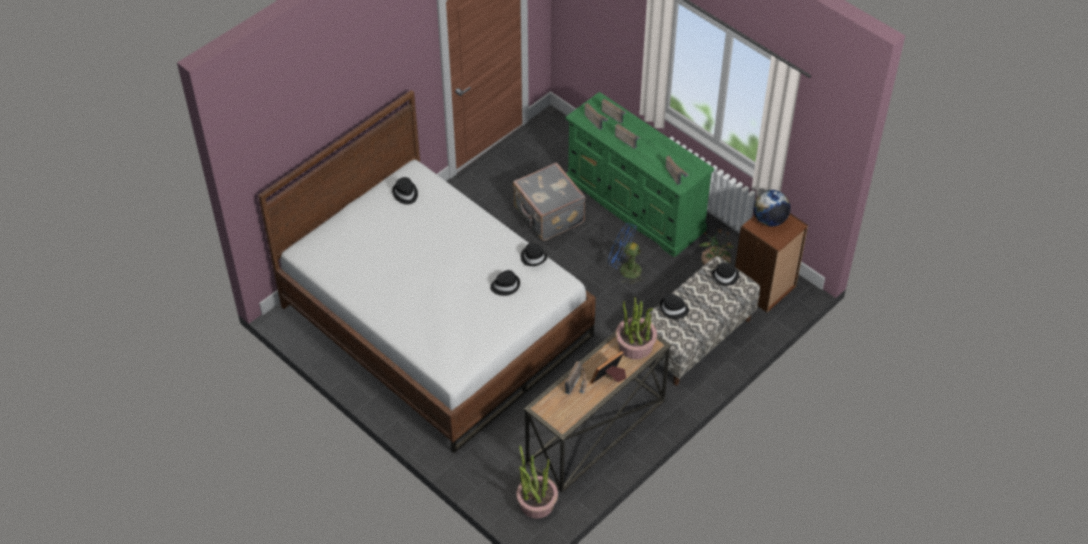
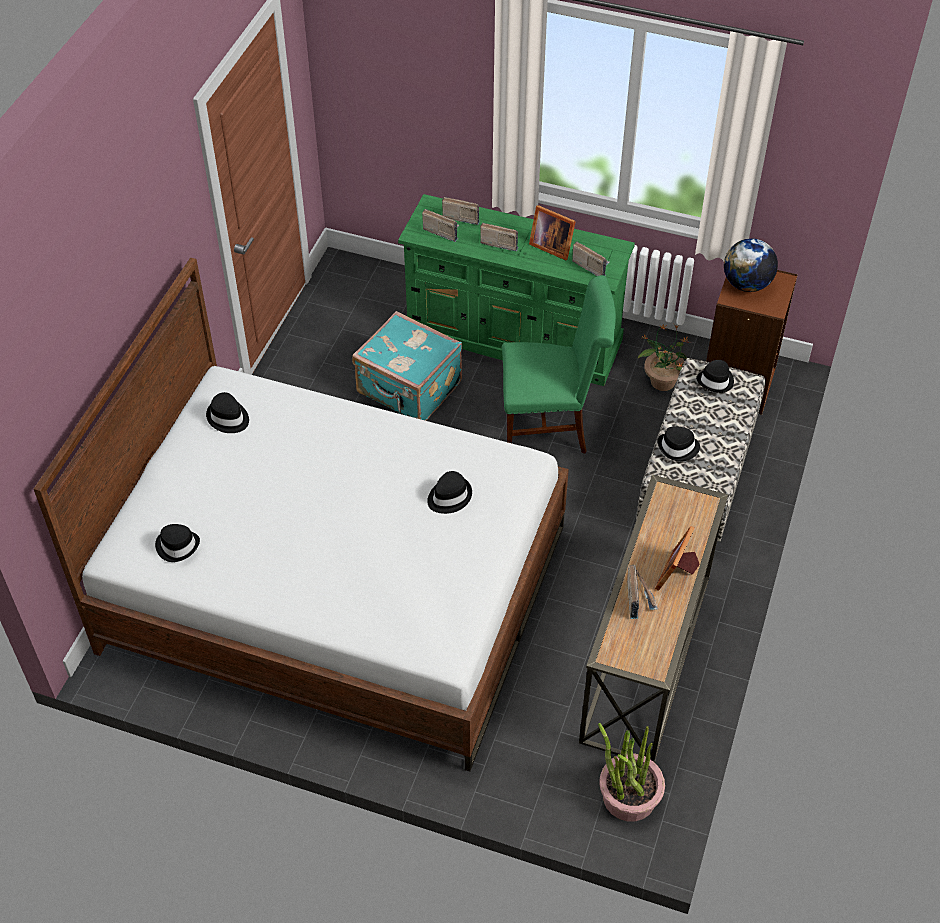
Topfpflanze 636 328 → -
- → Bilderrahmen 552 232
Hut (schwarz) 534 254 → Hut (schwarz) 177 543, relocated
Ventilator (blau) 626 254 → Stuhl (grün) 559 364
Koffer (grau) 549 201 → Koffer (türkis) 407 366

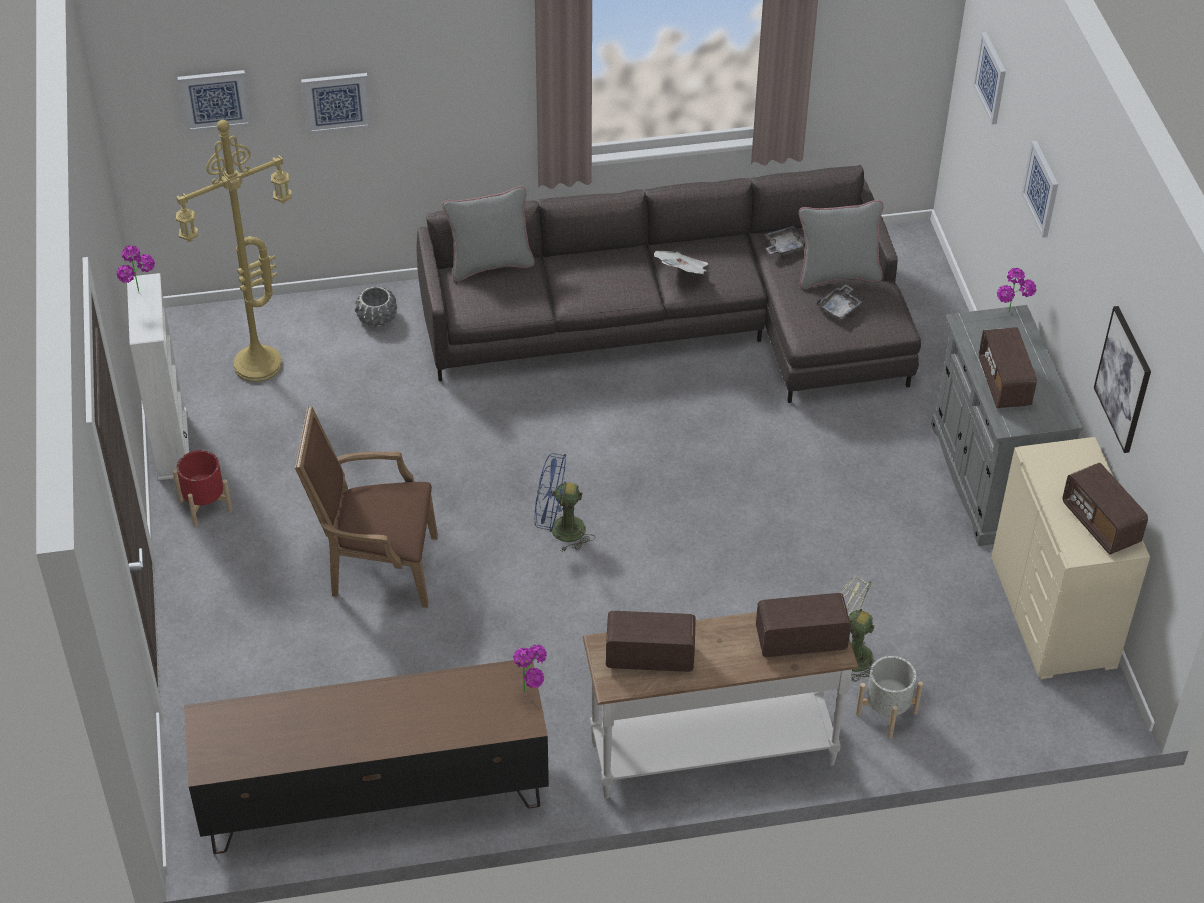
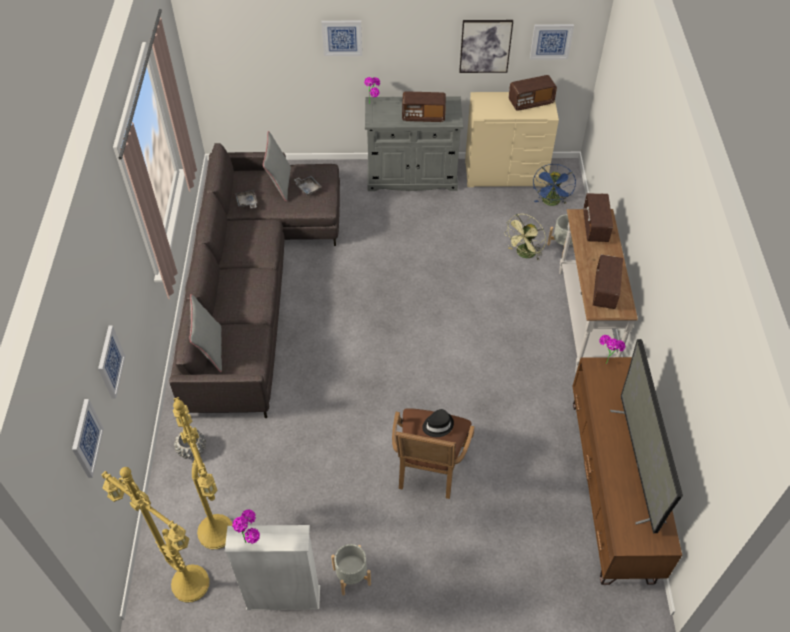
Zeitung 681 262 → -
- → Stehlampe (gelb) 155 534
- → Hut (schwarz) 438 423
- → Fernseher 646 436
Ventilator (blau) 565 502 → Ventilator (blau) 554 185, relocated
Bild 989 78 → Bild 552 42, relocated
Pflanzkübel (rot) 202 488 → Pflanzkübel (grau) 351 570

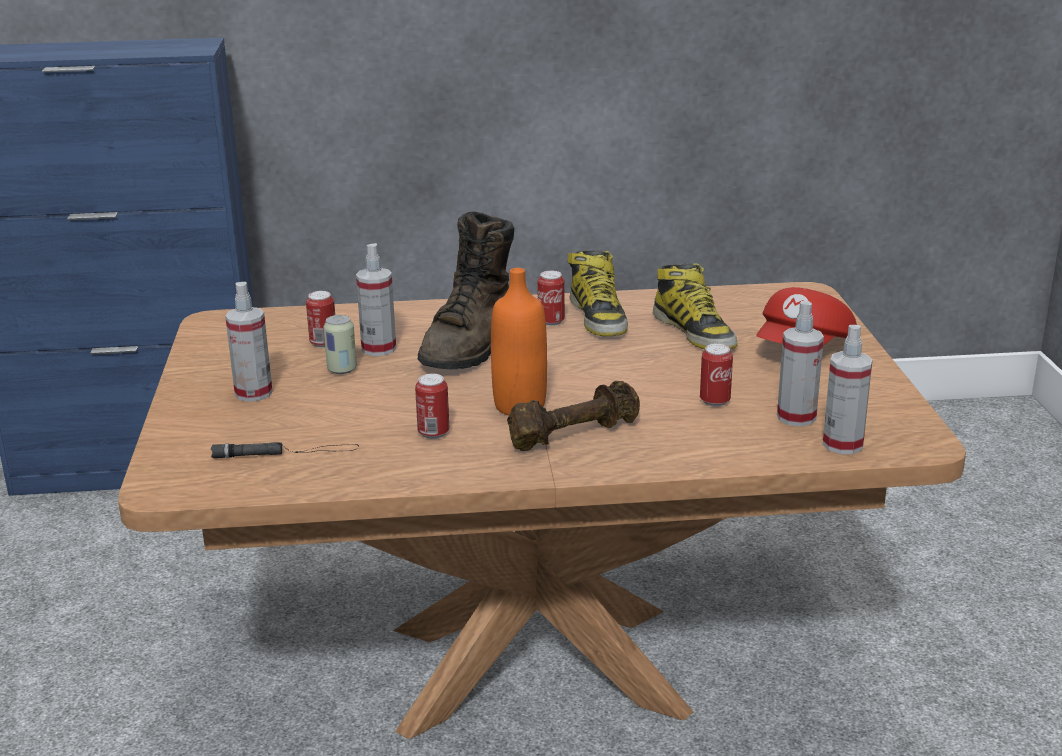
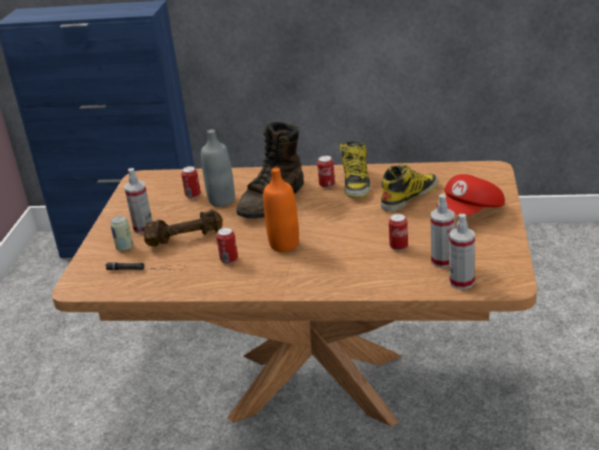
Dose 340 344 → Dose 121 233, relocated
Hantel (braun) 573 416 → Hantel (braun) 183 228, relocated
Sprühflasche 376 299 → Flasche (grau) 218 168
Stiefel 695 306 → Stiefel 409 188, 120 degrees counterclockwise

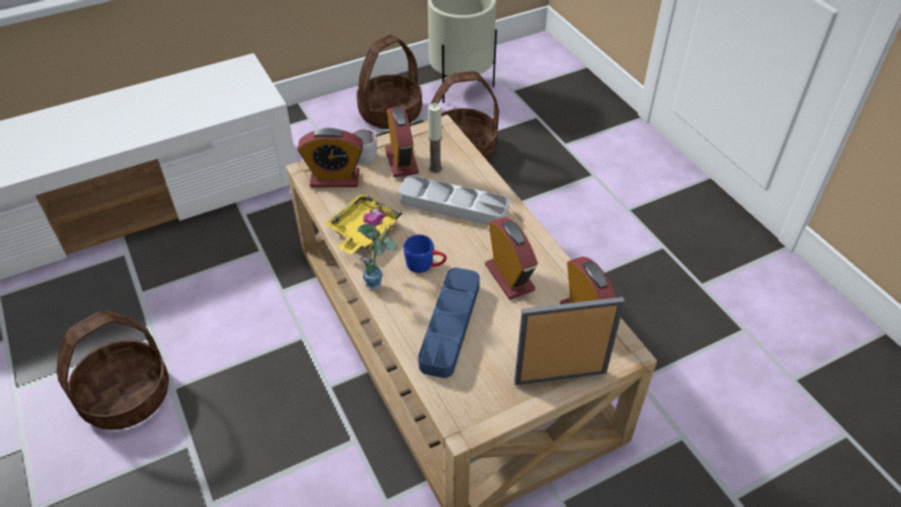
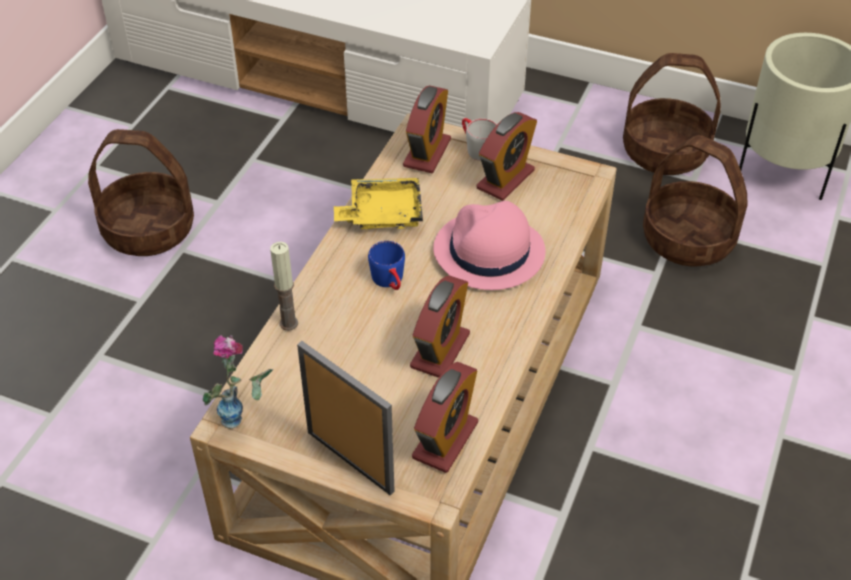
Tablett (blau) 449 323 → -
Vase 377 250 → Vase 238 381, relocated
Kerze 435 138 → Kerze 284 286, relocated
Tablett (grau) 454 200 → Hut (rosa) 489 245
Wecker 330 157 → Wecker 427 129, 120 degrees counterclockwise

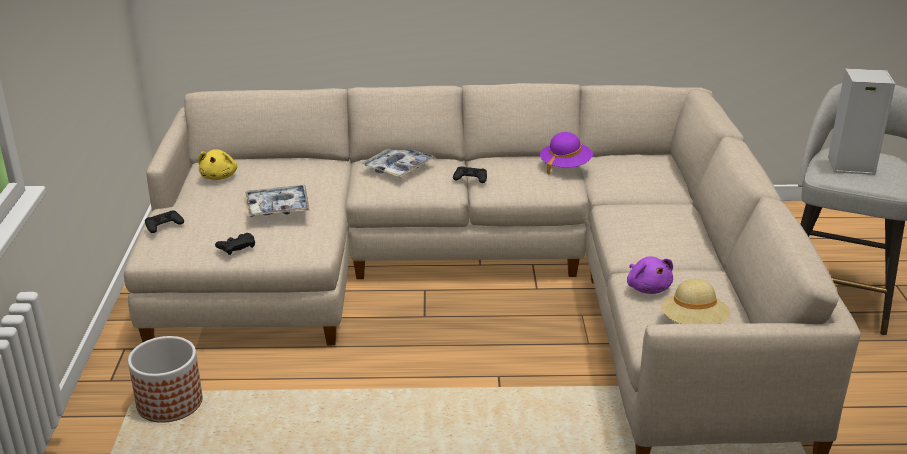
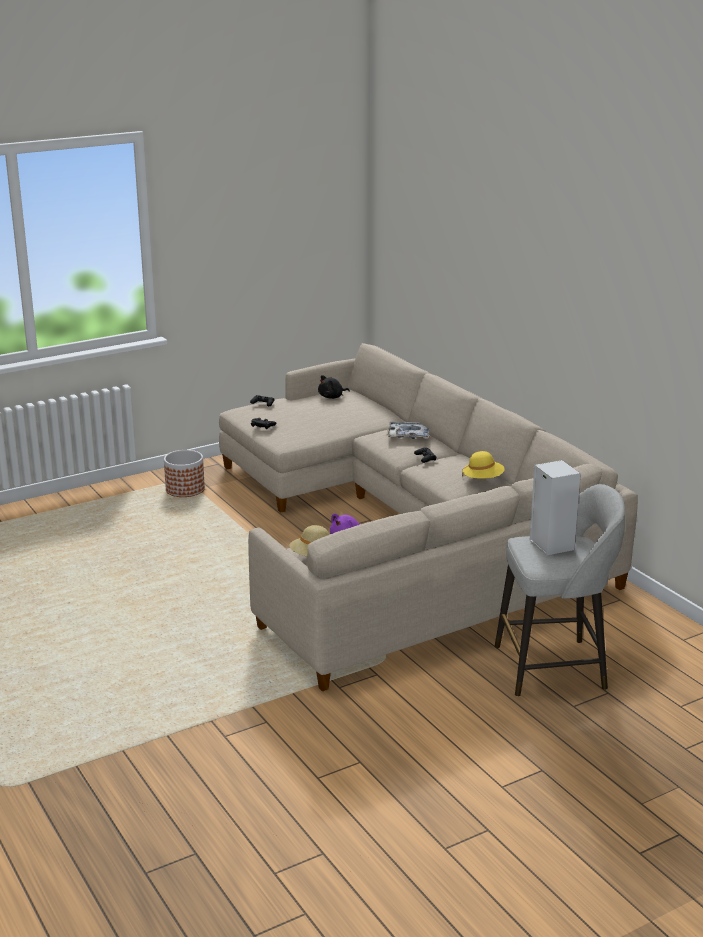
Tablett 278 201 → -
Plüschtier (gelb) 217 164 → Plüschtier (schwarz) 334 387
Hut (lila) 566 153 → Hut (gelb) 483 465

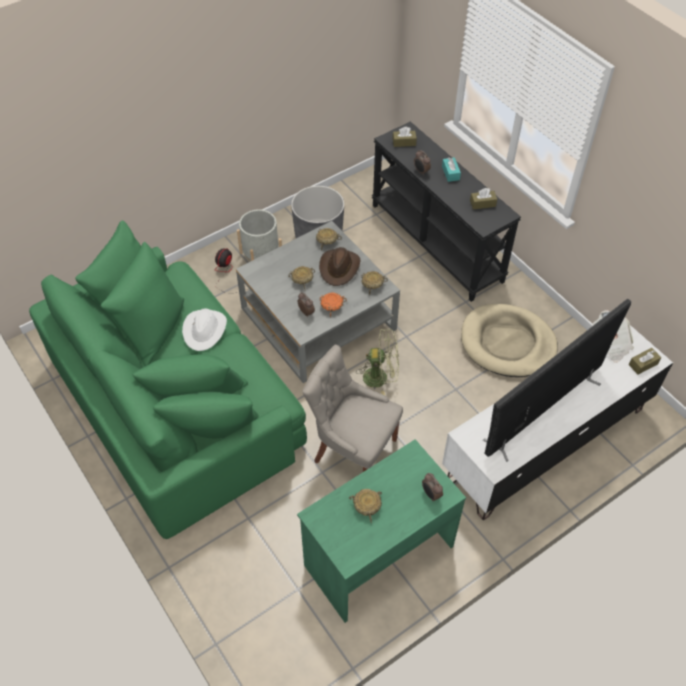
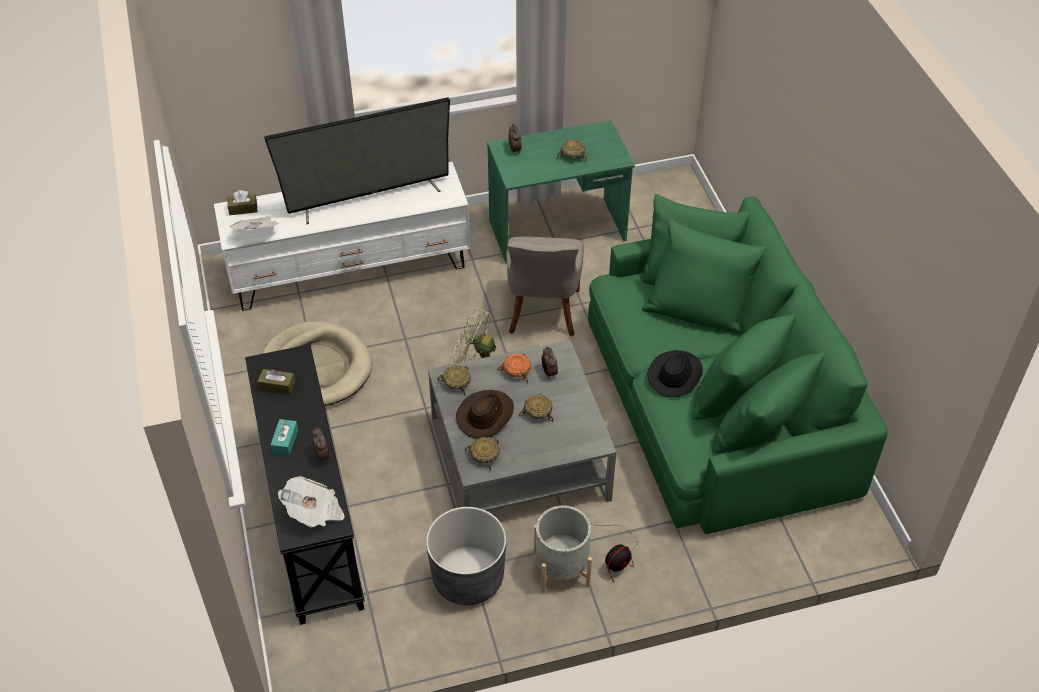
Taschentuchbox (braun) 405 137 → Zeitung 311 502
Hut (weiß) 204 330 → Hut (schwarz) 675 373
Stuhl (grau) 353 408 → Stuhl (grau) 545 287, 45 degrees clockwise

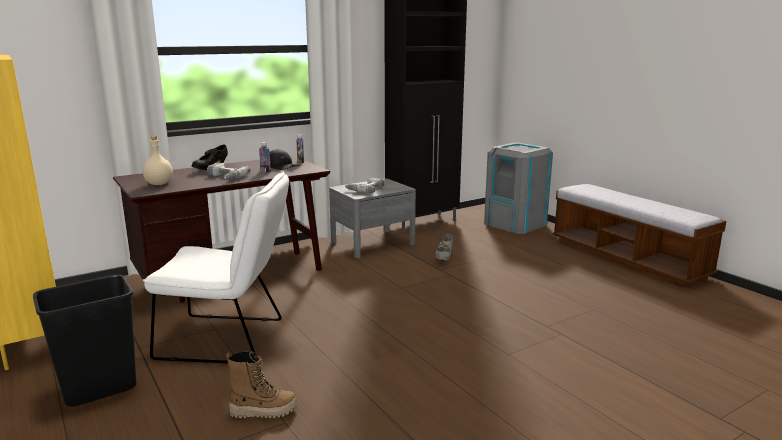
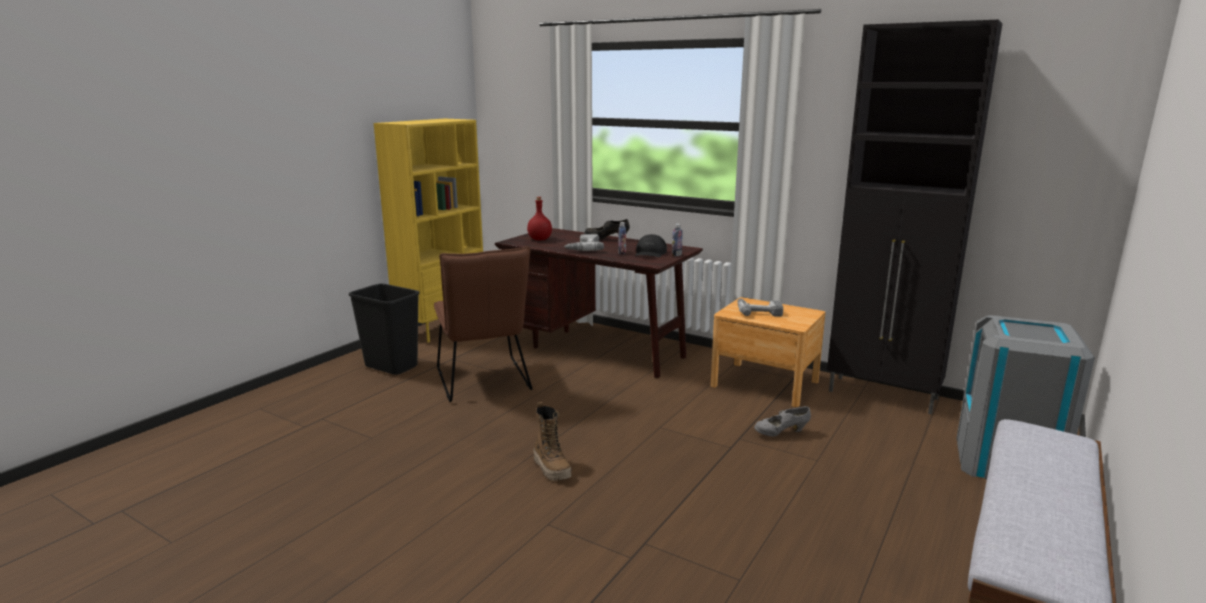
Stiefel 261 384 → Stiefel 552 441, relocated
Flasche (beige) 158 160 → Flasche (rot) 539 219
Stuhl (weiß) 216 267 → Stuhl (braun) 483 324
Nachttisch (grau) 372 218 → Nachttisch (braun) 768 352

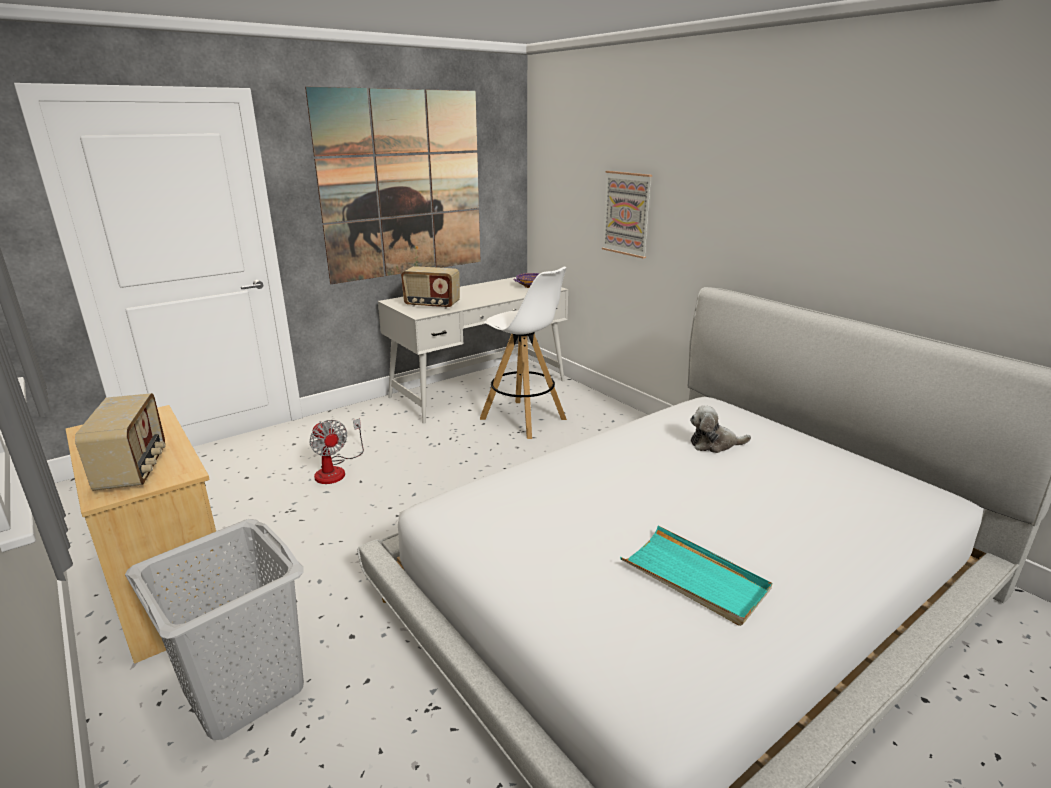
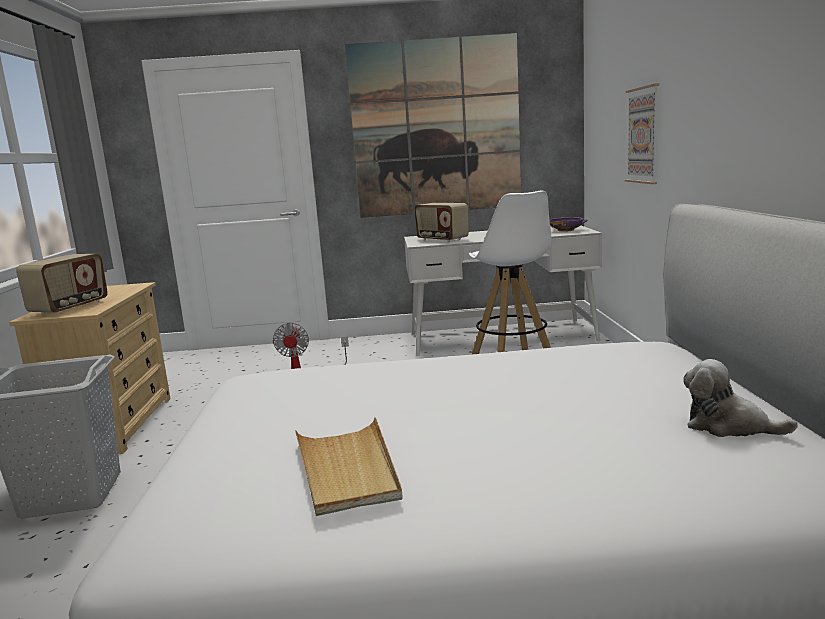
Plüschtier 720 429 → Plüschtier 740 398, relocated
Tablett (türkis) 696 575 → Tablett (beige) 349 466

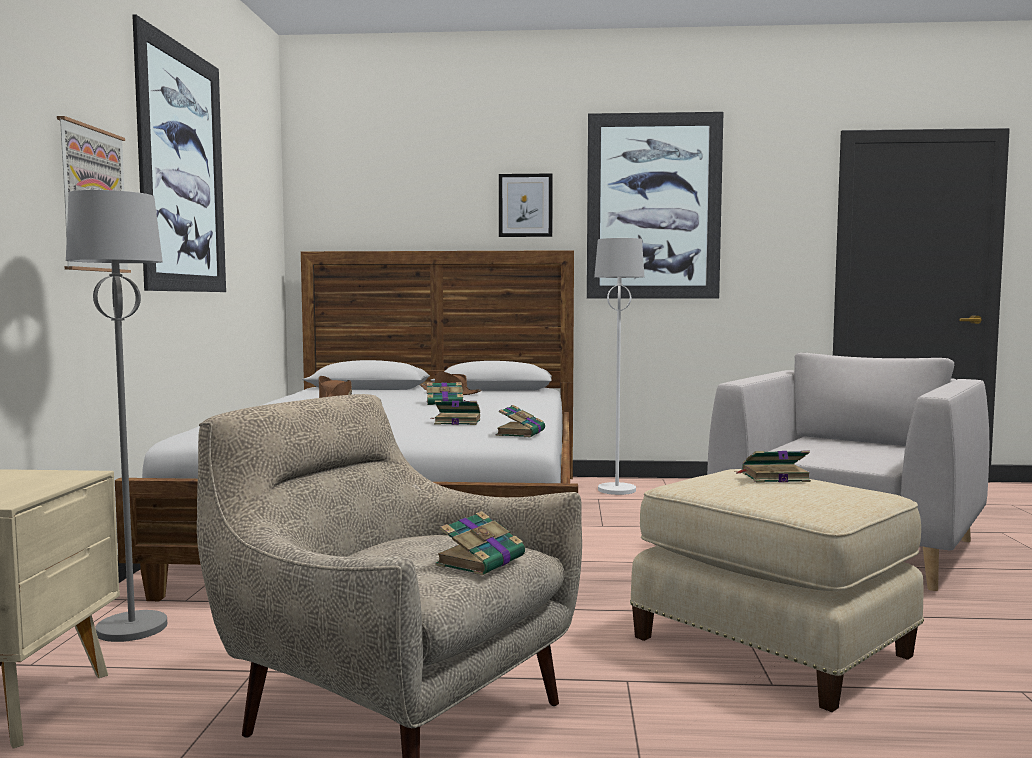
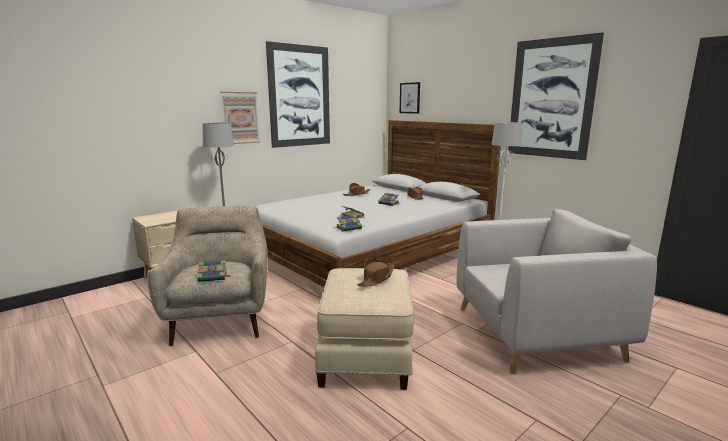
Bild 526 205 → Bild 410 98, relocated
Buch 772 467 → Hut (braun) 375 272

